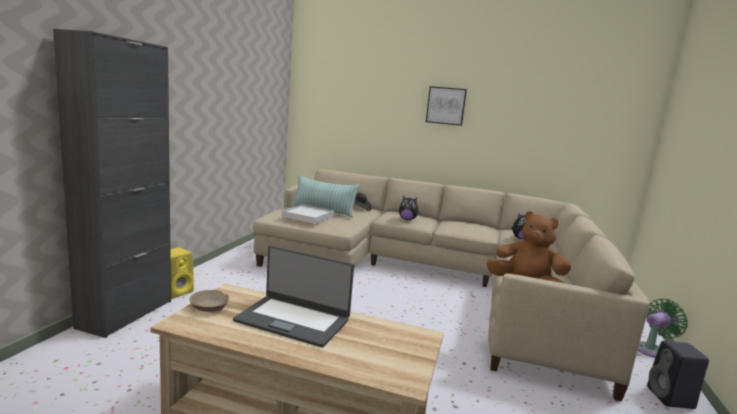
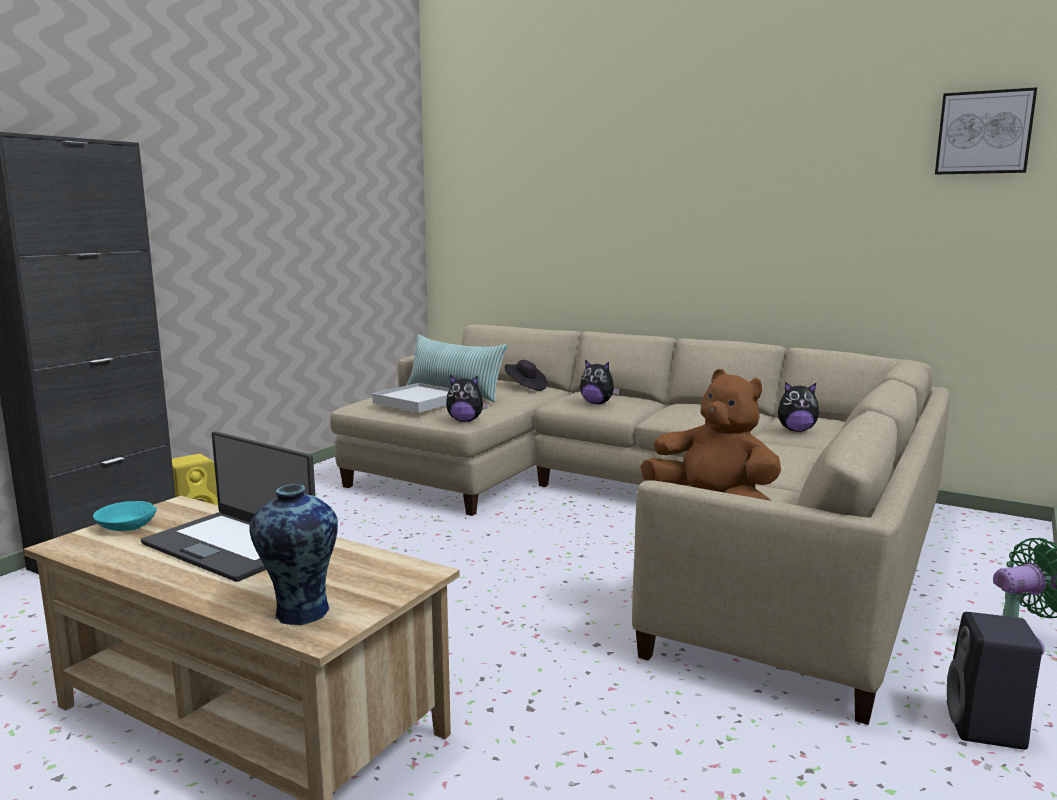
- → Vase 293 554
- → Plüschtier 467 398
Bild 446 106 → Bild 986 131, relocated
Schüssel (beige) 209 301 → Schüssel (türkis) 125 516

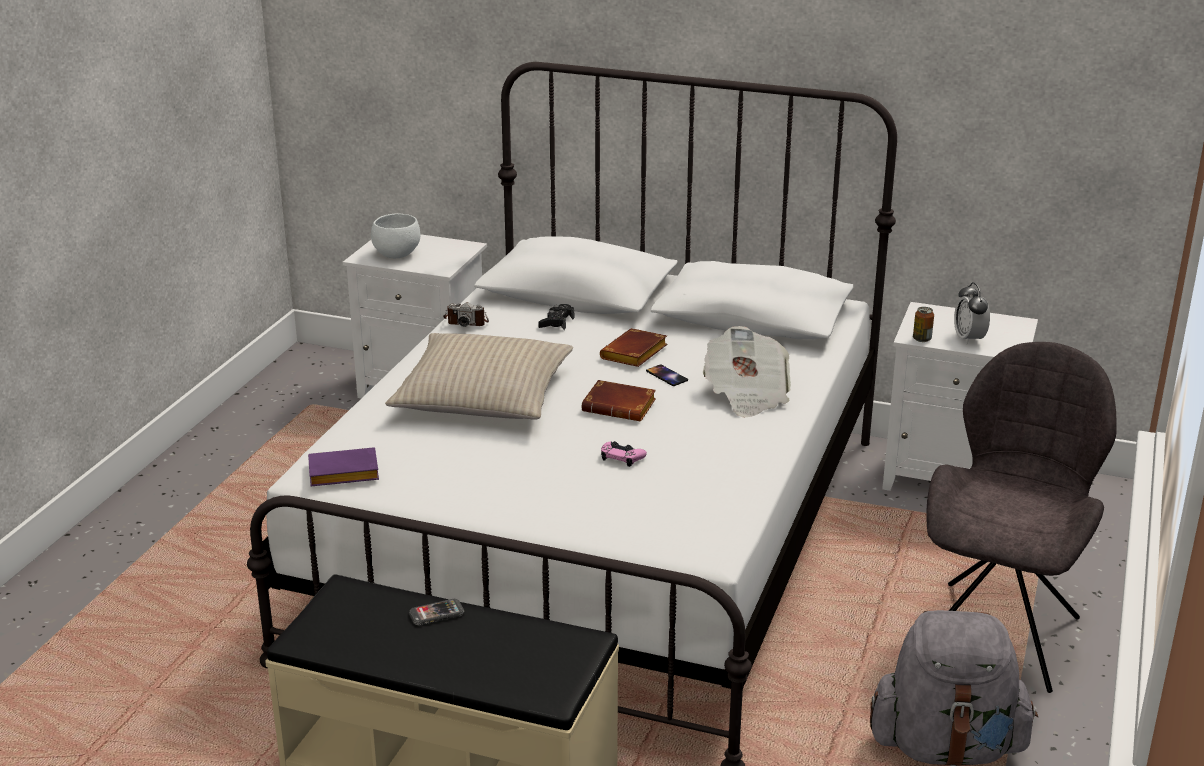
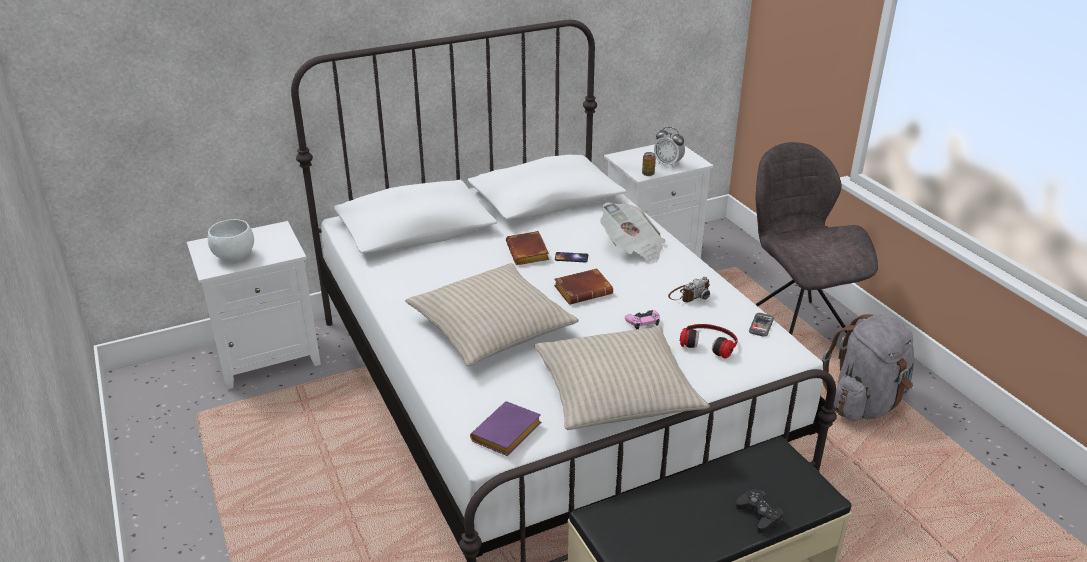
- → Kissen (beige) 622 378
- → Kopfhörer 709 341
Handy 437 612 → Handy 761 325, relocated
Kamera 466 314 → Kamera 689 289, relocated
Gamepad (schwarz) 556 317 → Gamepad (schwarz) 759 511, relocated

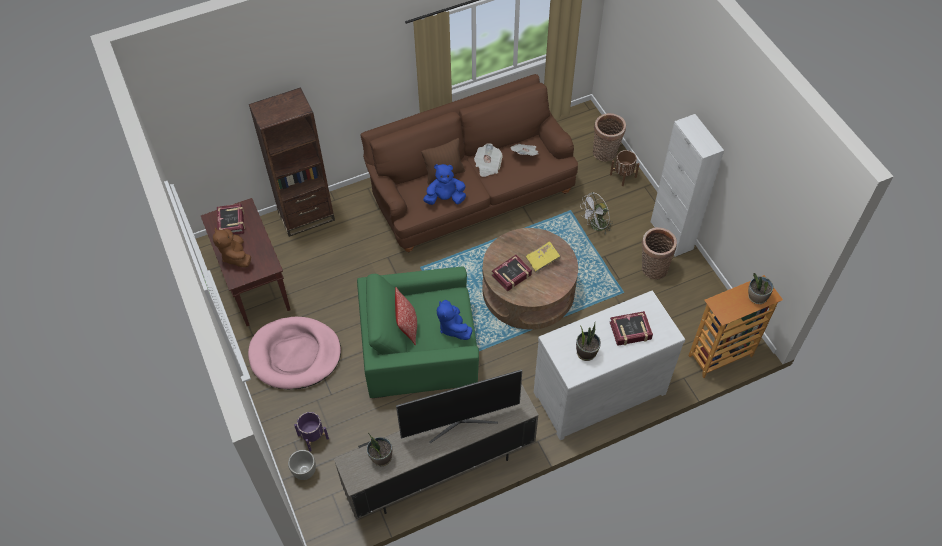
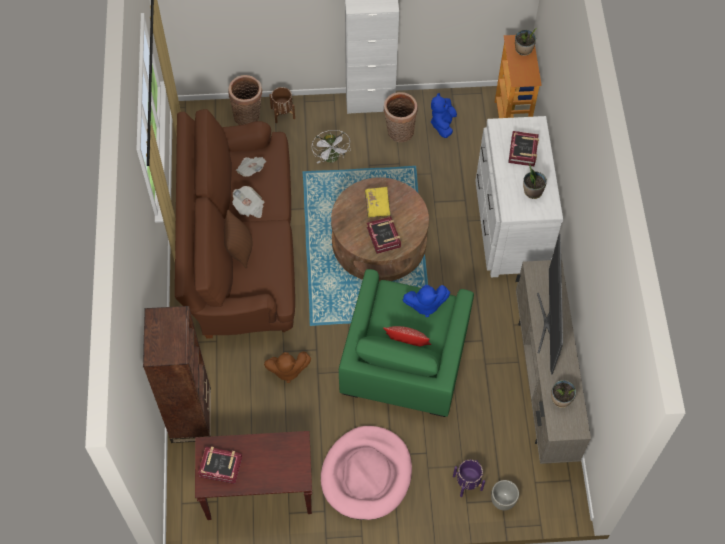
Plüschtier (braun) 232 248 → Plüschtier (braun) 287 367, relocated
Plüschtier (blau) 444 184 → Plüschtier (blau) 444 115, relocated

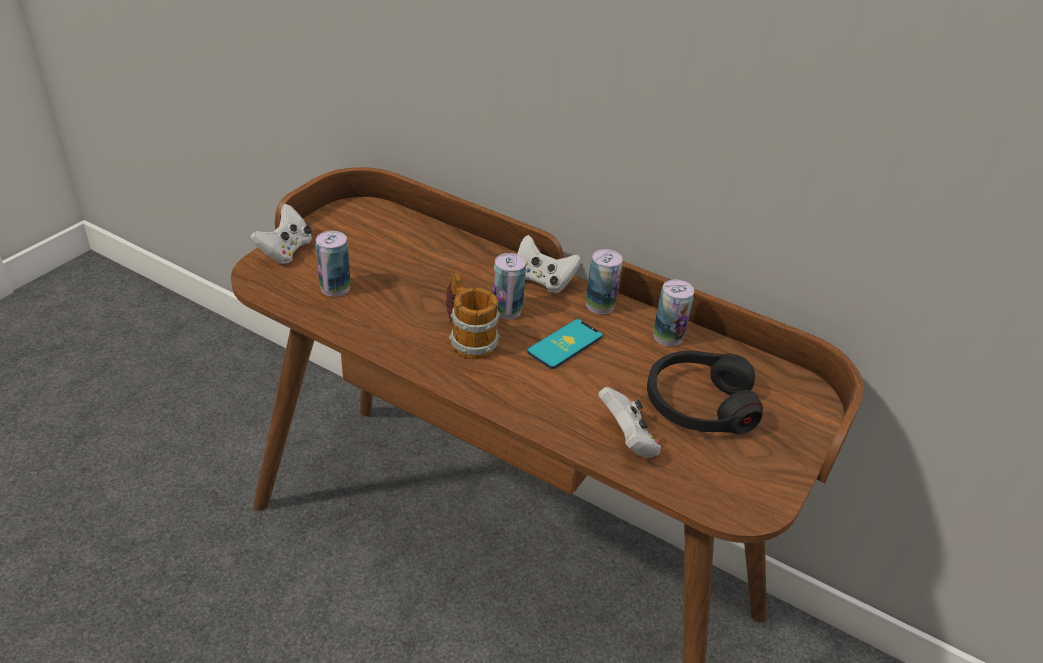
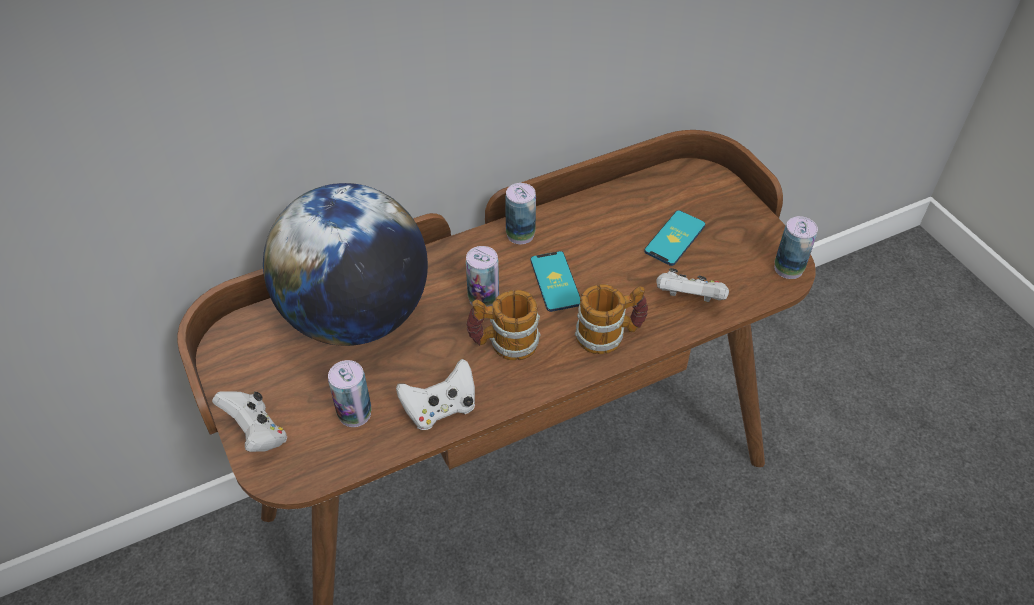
- → Globus 345 264
- → Henkelbecher 611 319
Gamepad (weiß) 549 264 → Gamepad (weiß) 435 394, relocated
Dose 673 313 → Dose 796 247, relocated
Kopfhörer (schwarz) 705 392 → Handy 674 238

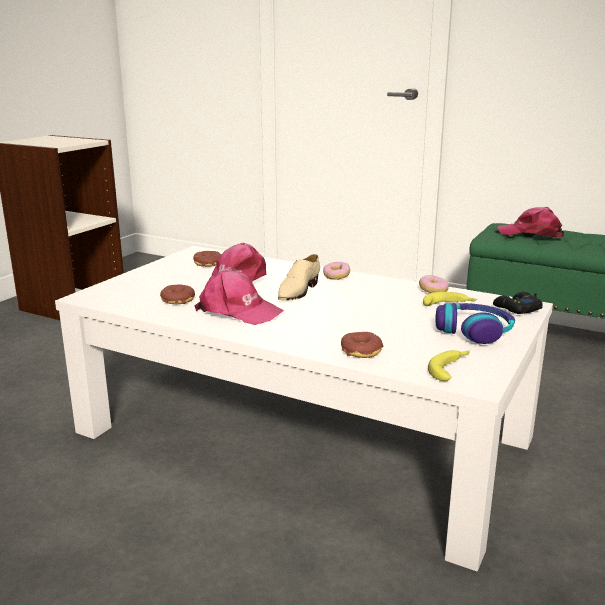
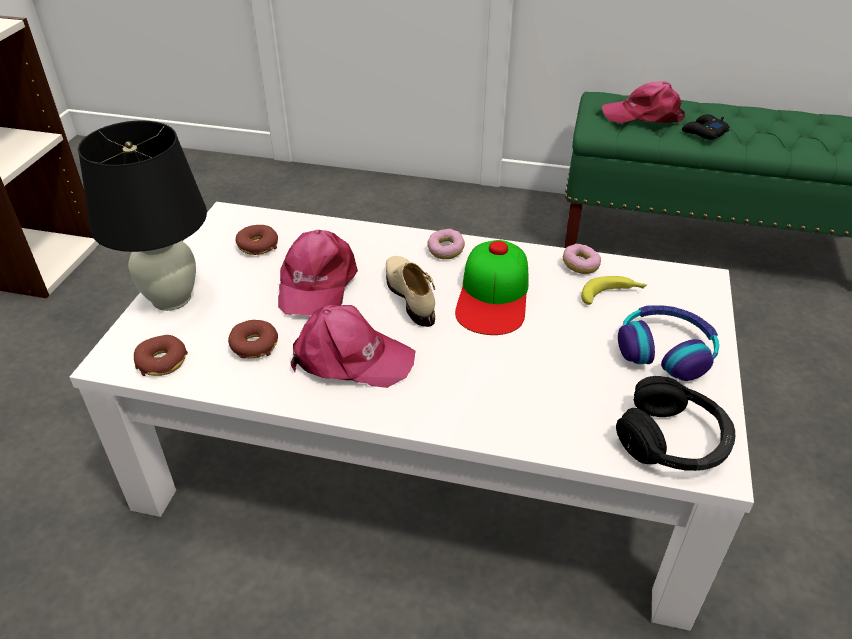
- → Tischlampe (schwarz) 142 215
- → Kappe 491 287
Donut 362 345 → Donut 161 355, relocated
Gamepad (schwarz) 518 303 → Gamepad (schwarz) 706 127, relocated
Banane 449 365 → Kopfhörer (schwarz) 675 423
Schuh (beige) 299 277 → Schuh (beige) 410 291, 150 degrees clockwise

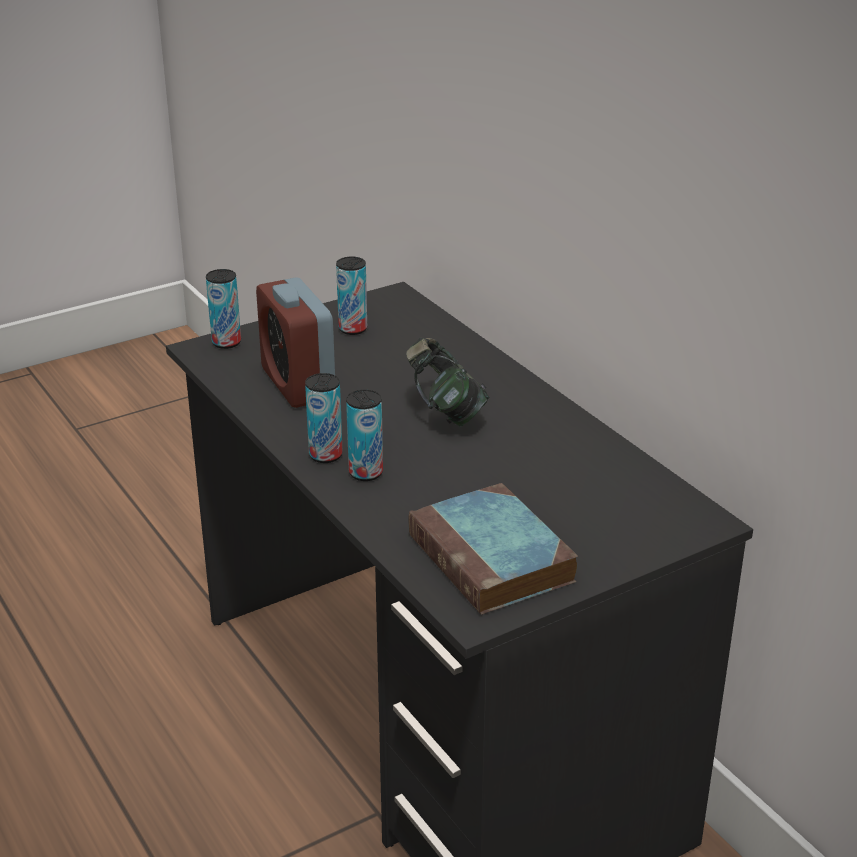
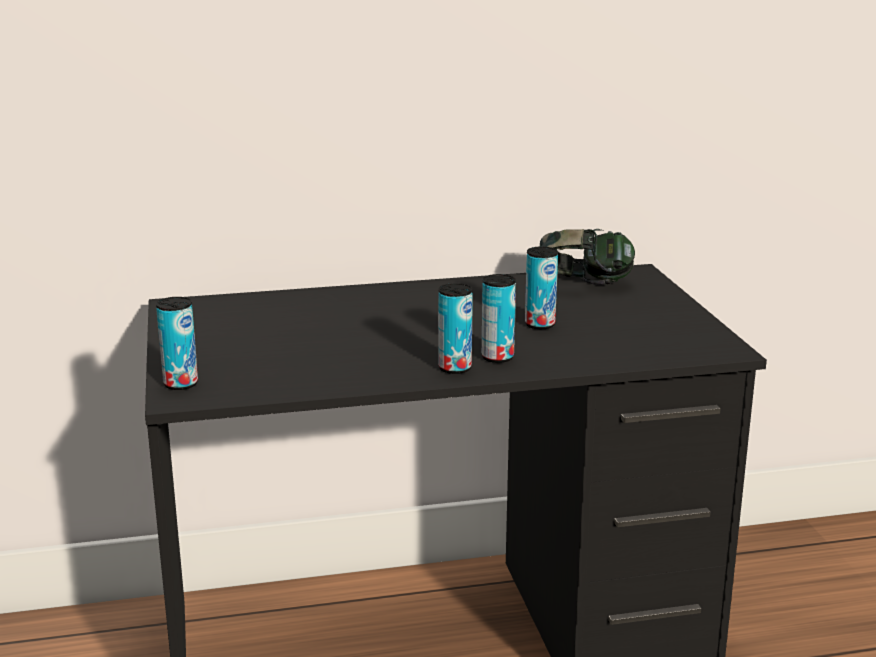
Wecker 295 343 → -
Buch 493 549 → -
Dose 351 296 → Dose 541 287, relocated
Kopfhörer 447 382 → Kopfhörer 587 257, relocated

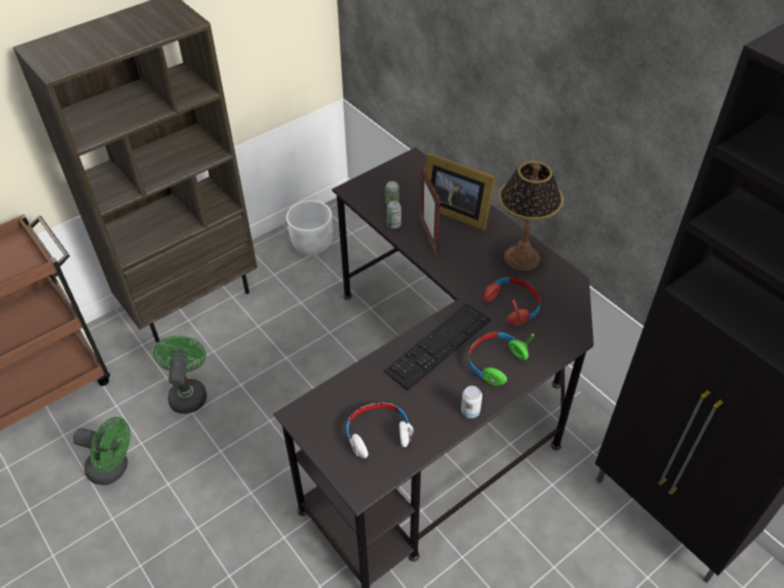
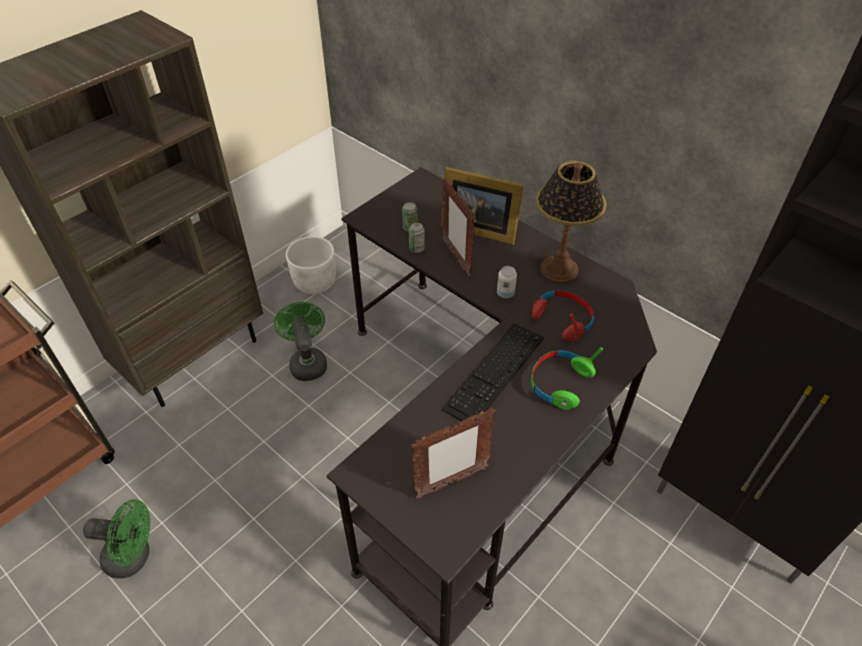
Ventilator (grün) 180 375 → Ventilator (grün) 300 341, relocated
Dose 471 402 → Dose 507 282, relocated
Kopfhörer (weiß) 379 430 → Bilderrahmen 453 453

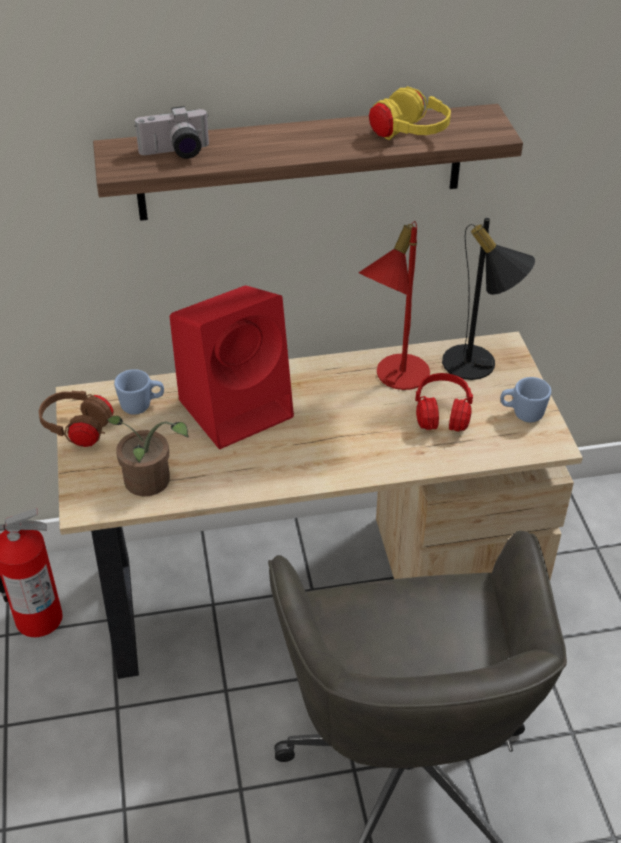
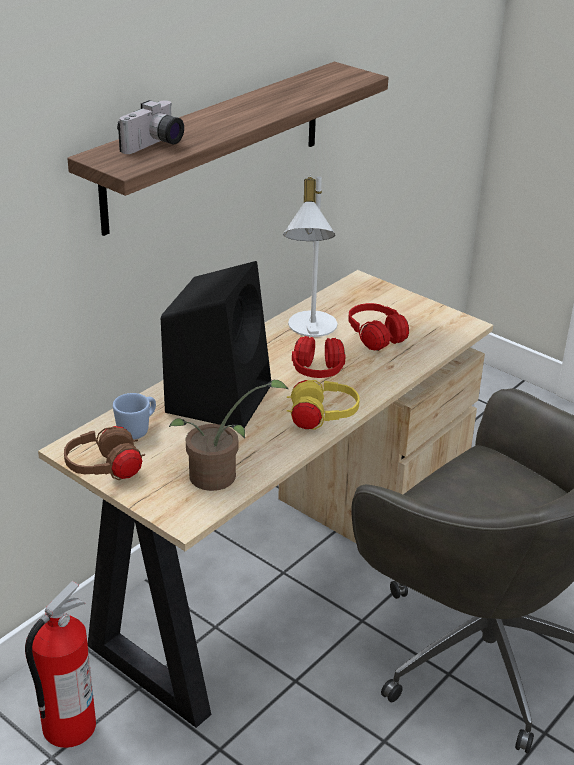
Tischlampe (schwarz) 488 299 → -
Henkelbecher (blau) 525 399 → -
- → Kopfhörer (rot) 319 357
Kopfhörer (gelb) 410 113 → Kopfhörer (gelb) 323 405, relocated
Lautsprecher (rot) 232 367 → Lautsprecher (schwarz) 216 344
Tischlampe (rot) 394 305 → Tischlampe (weiß) 310 256

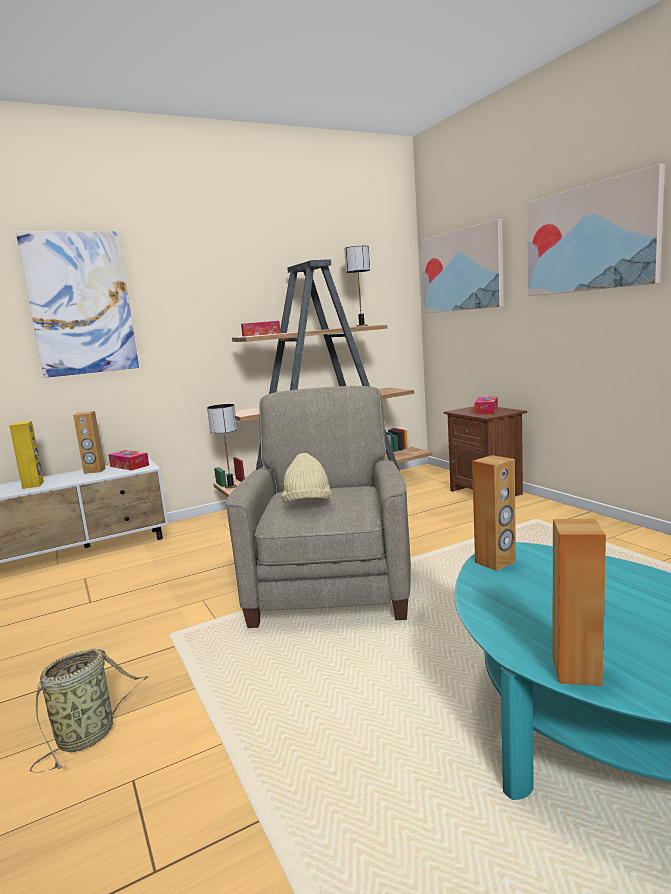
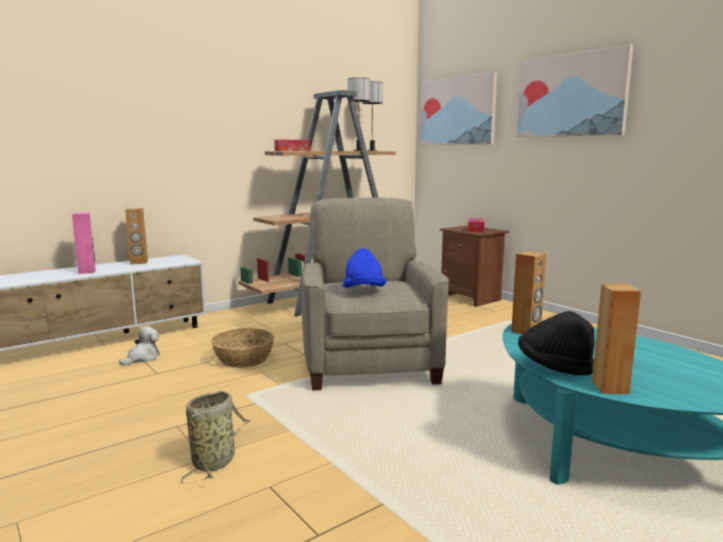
Bild 77 304 → -
Taschentuchbox 128 460 → -
- → Plüschtier 139 346
- → Korb 242 348
- → Hut (schwarz) 556 343
Tischlampe 222 446 → Tischlampe 359 114, relocated
Lautsprecher (gelb) 26 455 → Lautsprecher (rosa) 83 243
Hut (beige) 306 478 → Hut (blau) 364 268

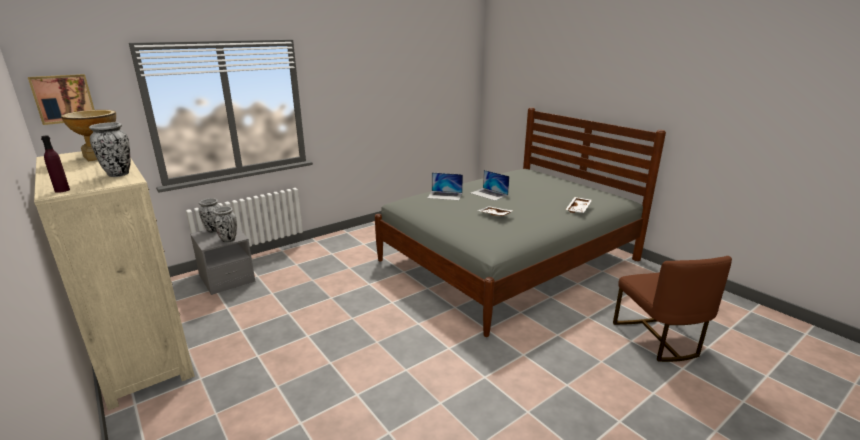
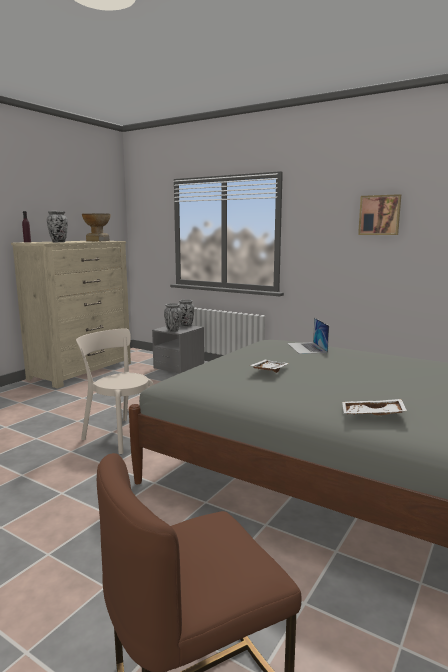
Laptop 490 185 → -
- → Stuhl (beige) 115 391
Bild 61 99 → Bild 379 214, relocated

